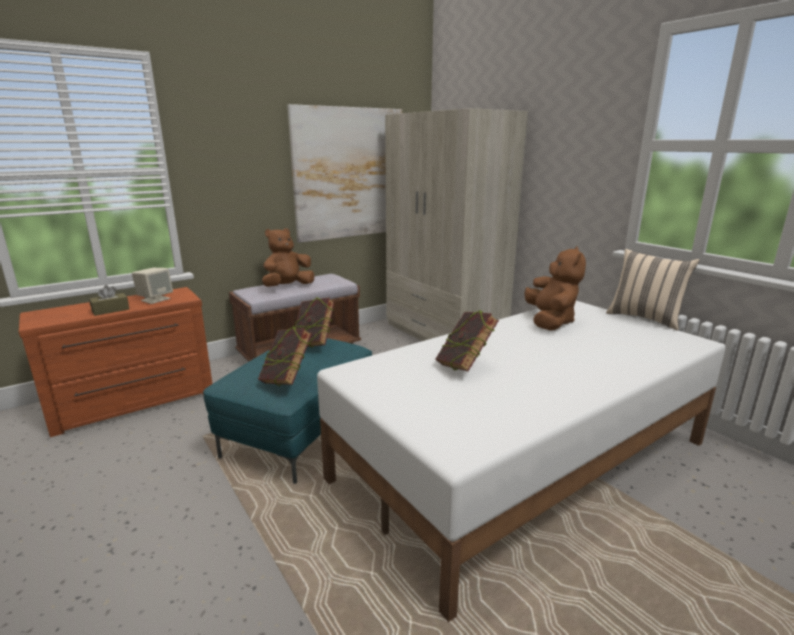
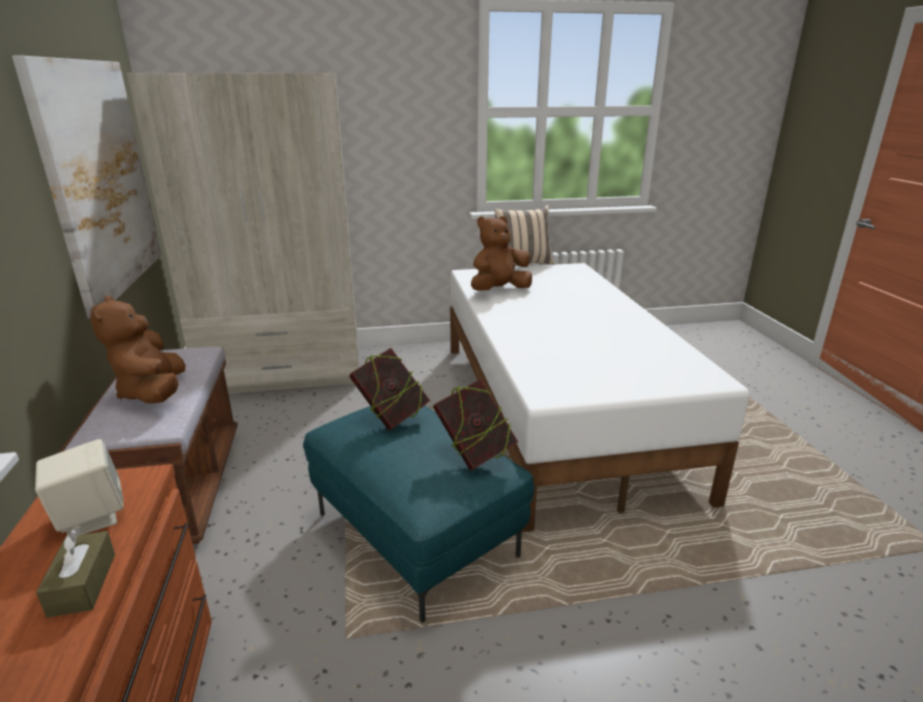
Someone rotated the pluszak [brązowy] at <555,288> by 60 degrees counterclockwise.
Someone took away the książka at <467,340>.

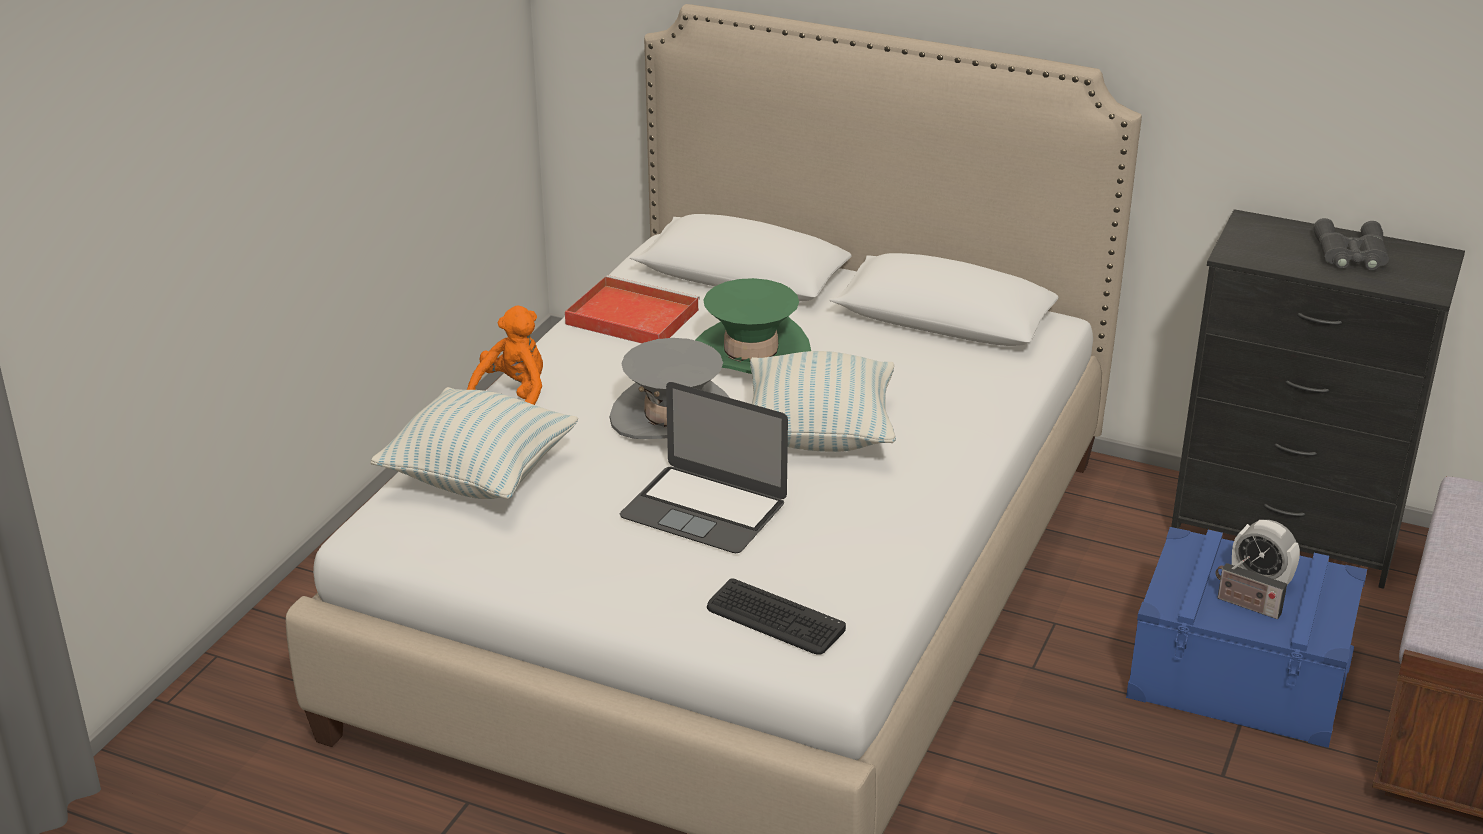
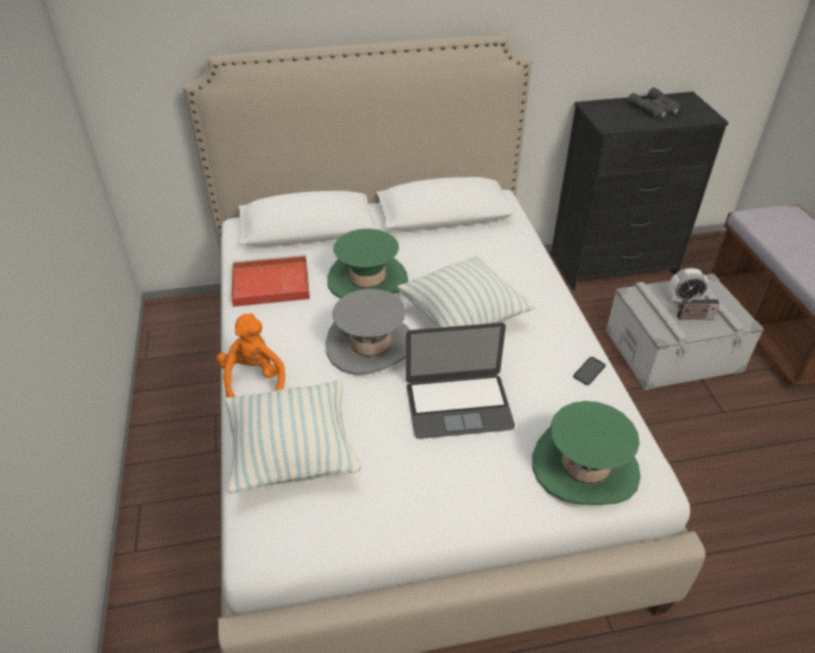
Someone swapped the klawiatura at <776,616> for the kapelusz [zielony] at <586,453>.
Someone put down the telefon at <589,371>.
Someone repainted the pojemnik do przechowywania [niebieski] at <1246,637>, which became the pojemnik do przechowywania [szary] at <685,332>.

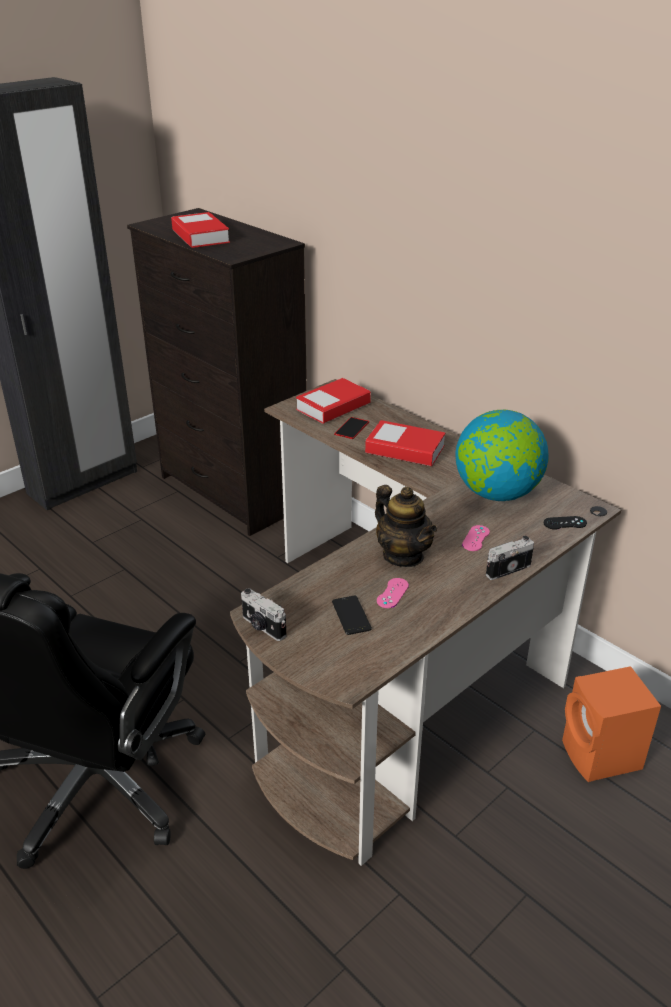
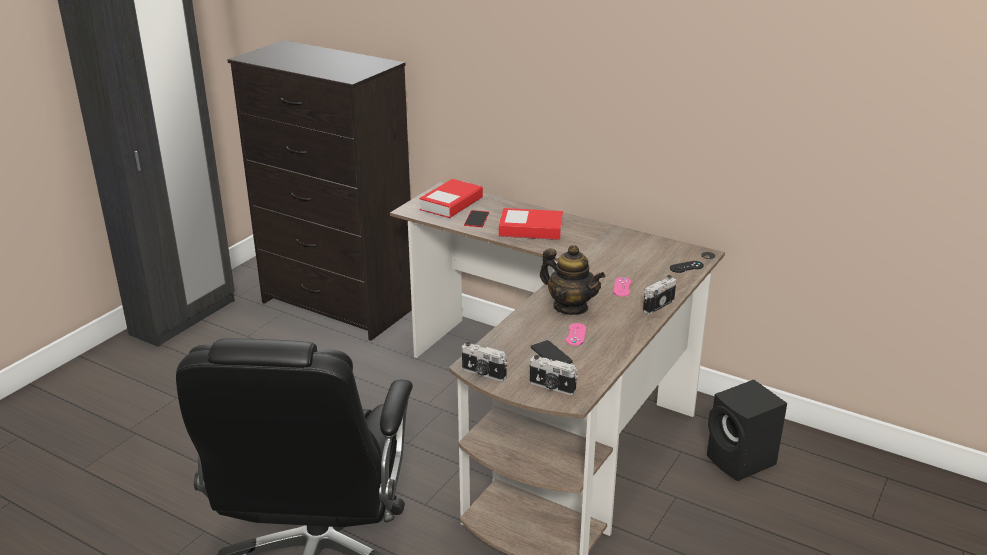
Someone put down the aparat fotograficzny at <553,375>.
Someone repainted the głośnik [pomarańczowy] at <611,724>, which became the głośnik [czarny] at <747,430>.
Someone took away the książka at <200,230>.
Someone took away the globus at <502,455>.

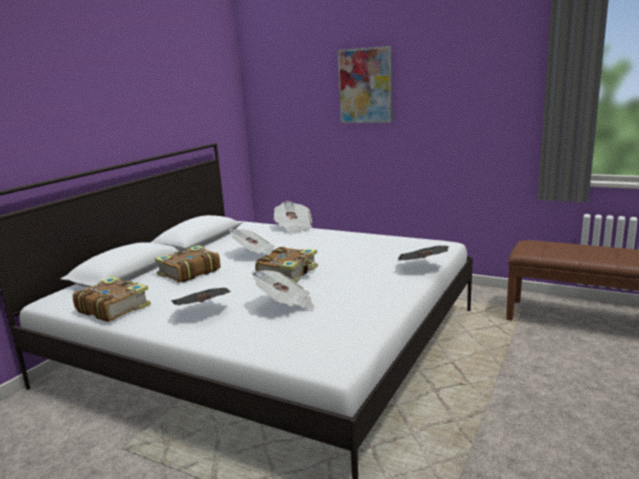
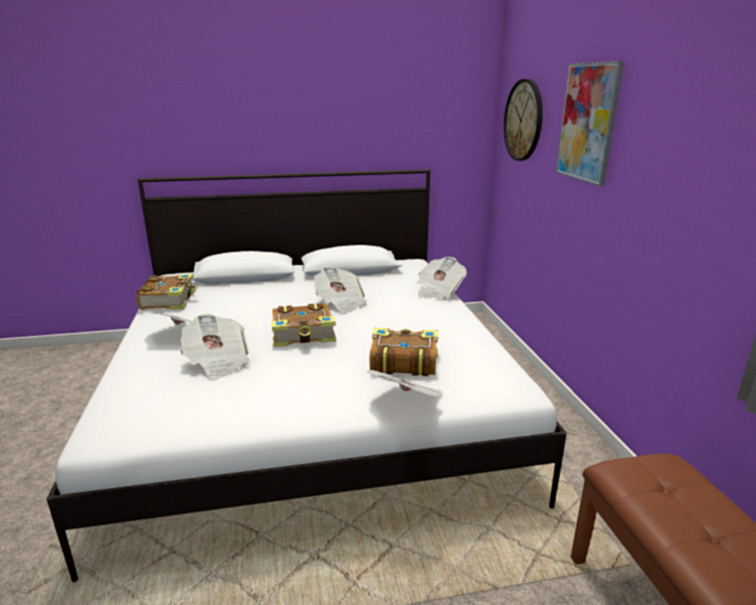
Someone carried the książka from <188,264> to <404,352>.
Someone put up the zegar ścienny at <523,120>.

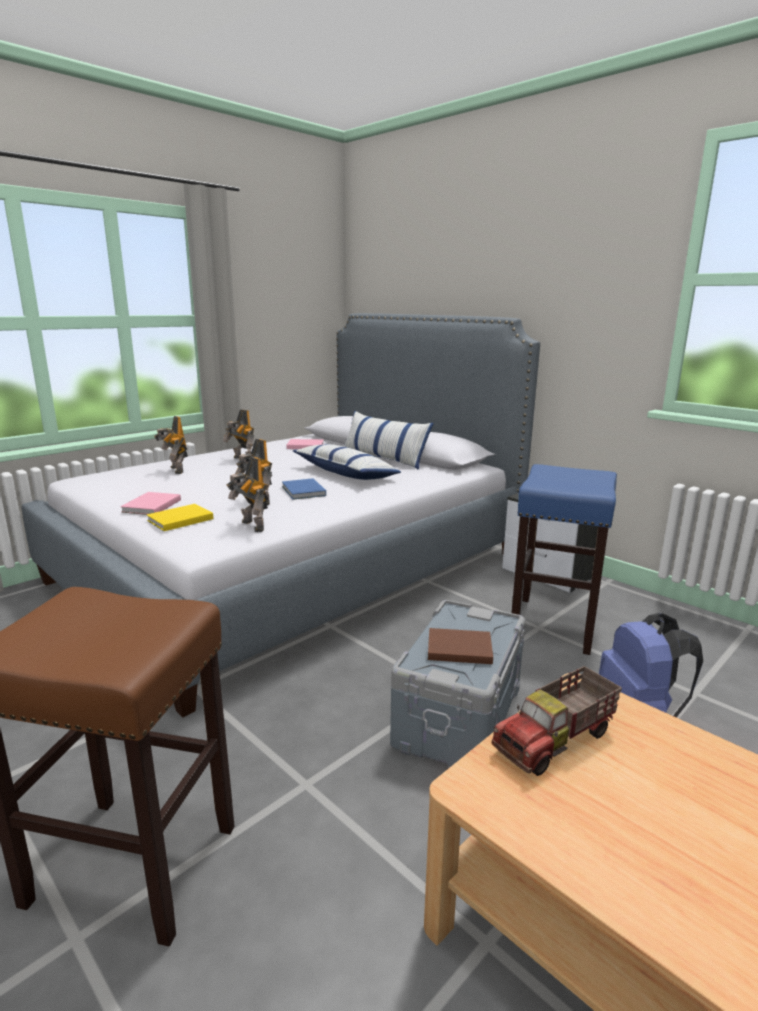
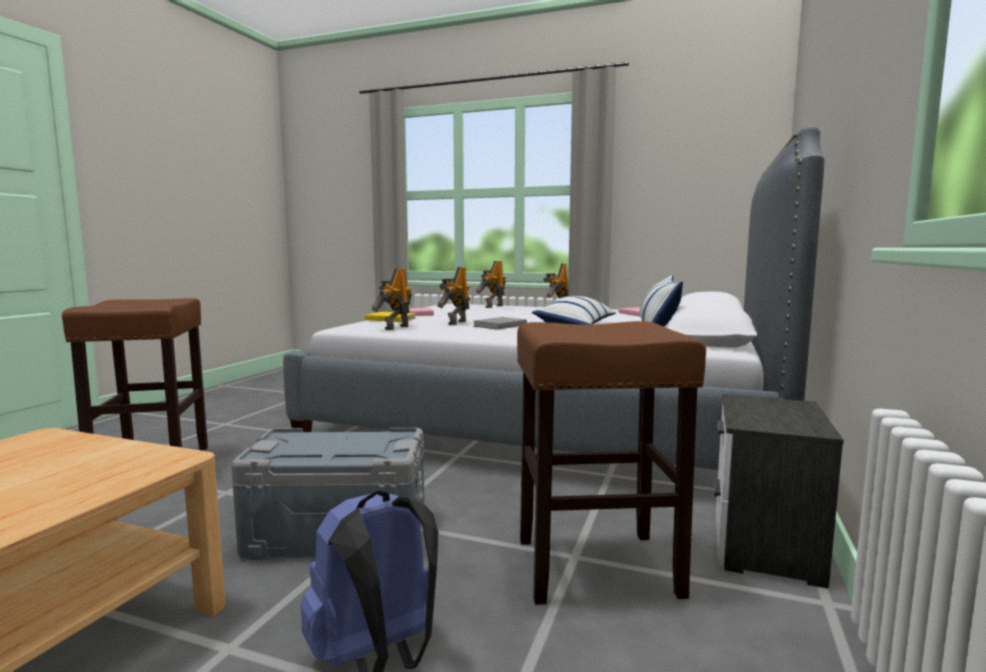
Someone repainted the książka [niebieski] at <304,489>, which became the książka [szary] at <500,323>.
Someone repainted the stołek [niebieski] at <564,559>, which became the stołek [brązowy] at <611,463>.
Someone took away the książka [brązowy] at <460,646>.
Someone took away the ciężarówka zabawkowa at <557,721>.

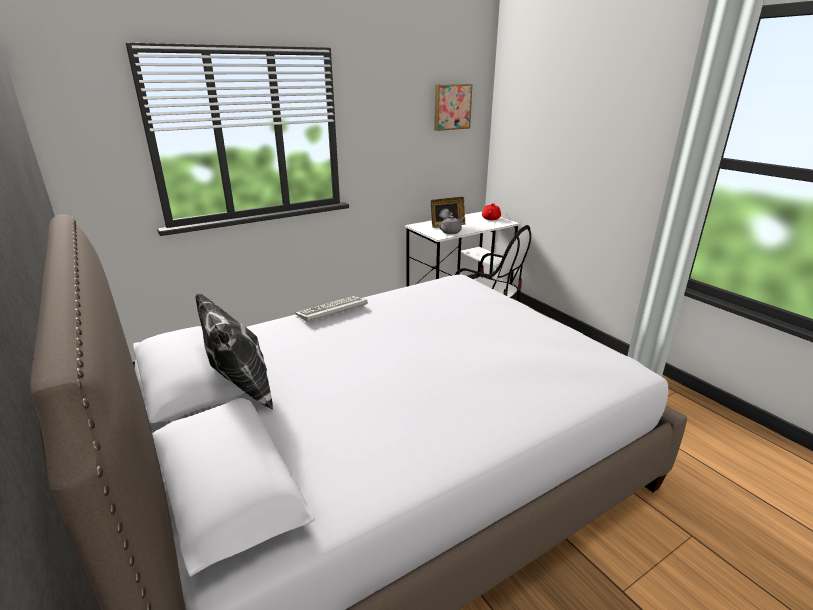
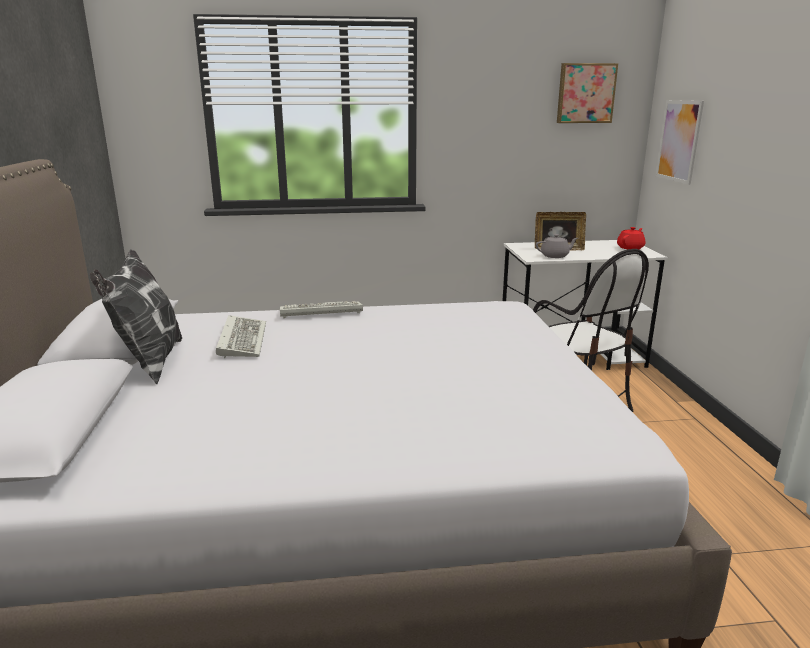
Someone put down the klawiatura at <241,336>.
Someone put up the obraz at <680,142>.

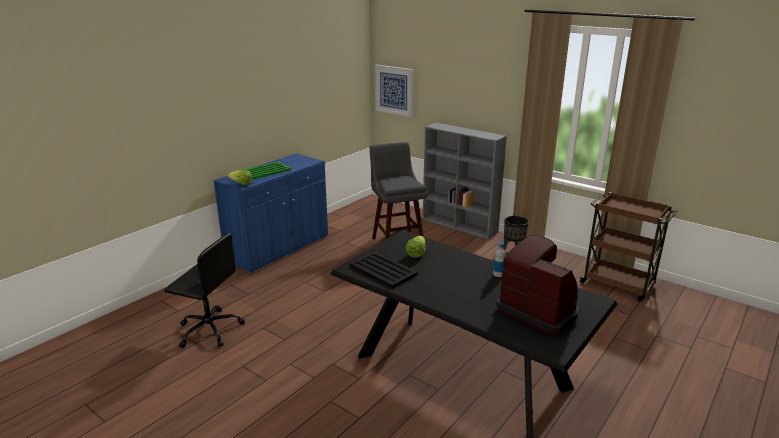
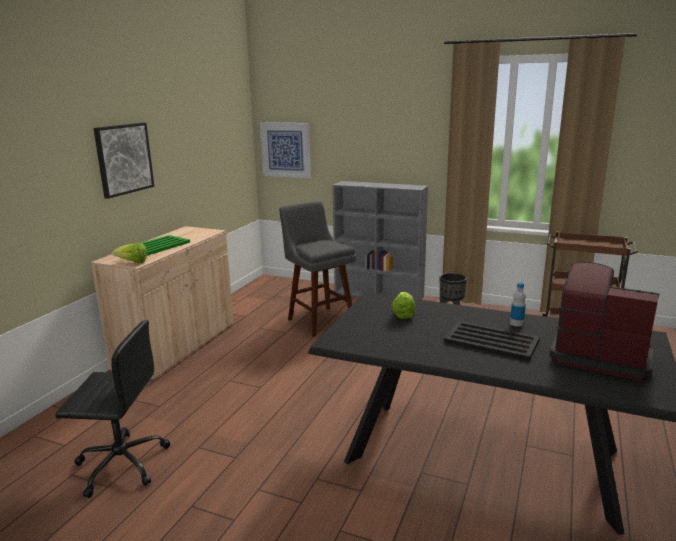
Someone repainted the szafka [niebieski] at <270,213>, which became the szafka [beżowy] at <162,303>.
Someone put up the obraz at <123,161>.
Someone carried the taca [czarny] from <383,270> to <492,341>.

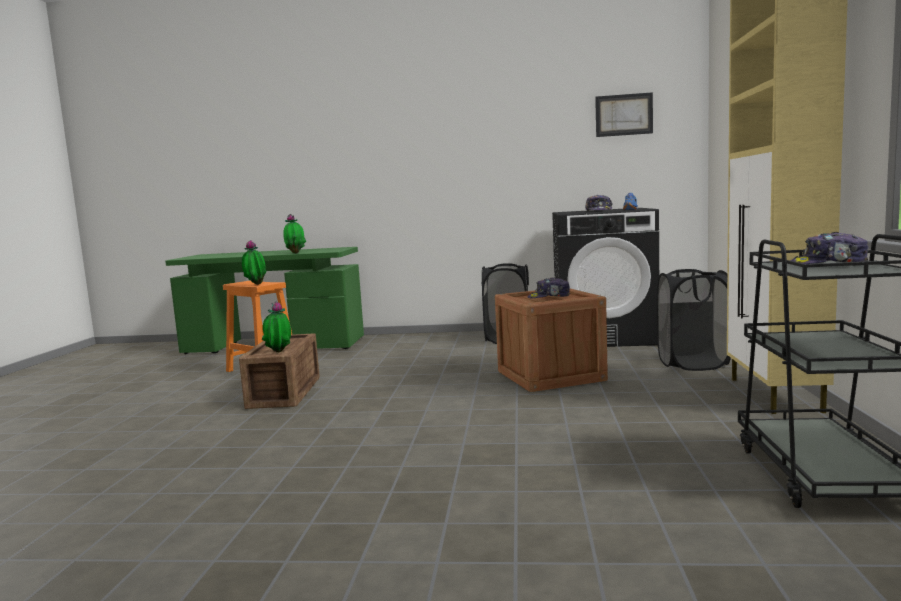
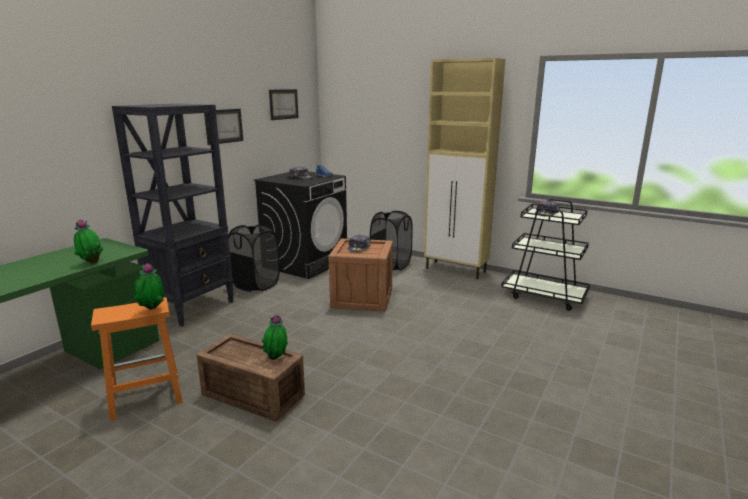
Someone put down the regał [czarny] at <173,215>.
Someone put up the obraz at <223,127>.

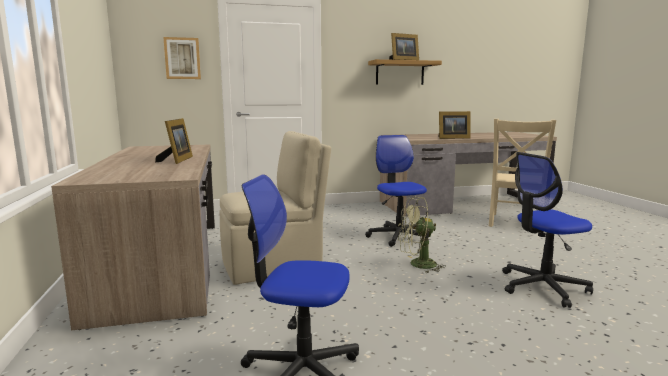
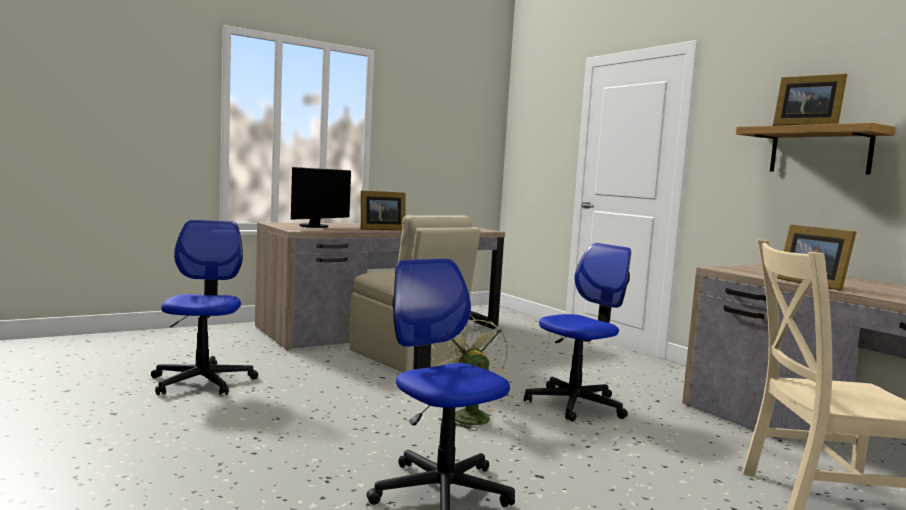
Someone put down the monitor at <321,197>.
Someone took away the obraz at <182,58>.

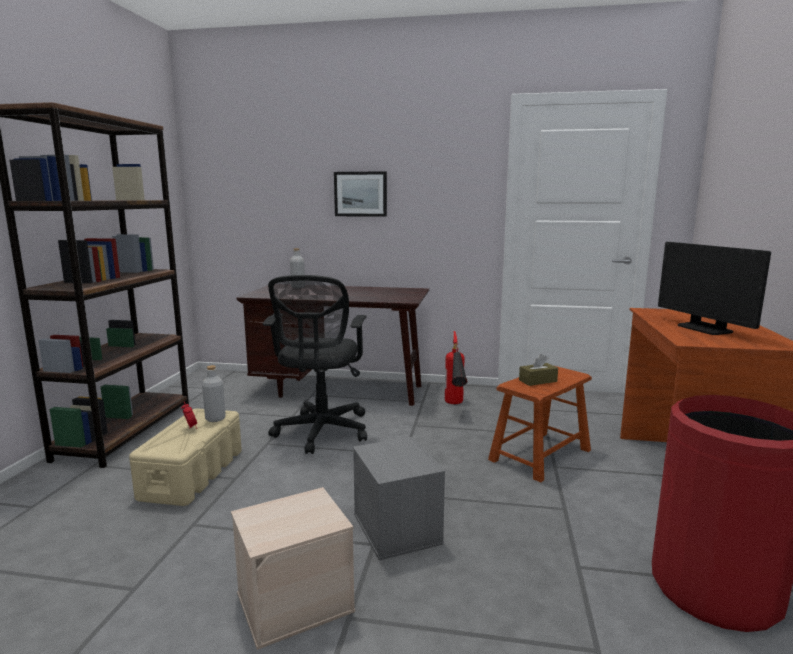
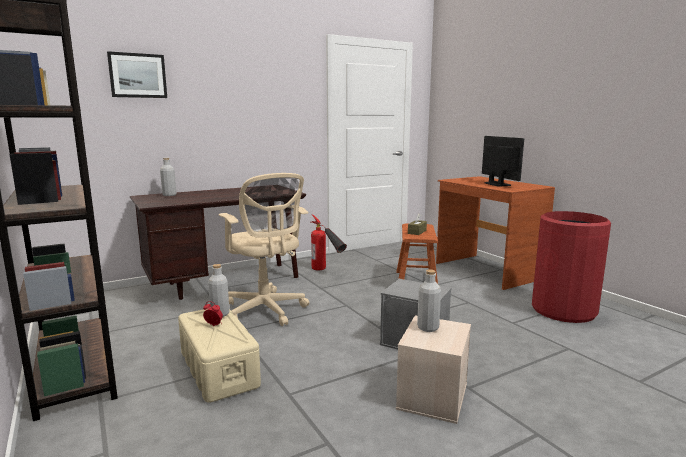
Someone carried the obraz from <360,194> to <137,74>.
Someone repainted the krzesło biurowe [czarny] at <315,364>, which became the krzesło biurowe [beżowy] at <264,249>.
Someone put down the butelka [szary] at <429,300>.
Someone rotated the monitor at <714,288> by 135 degrees counterclockwise.

